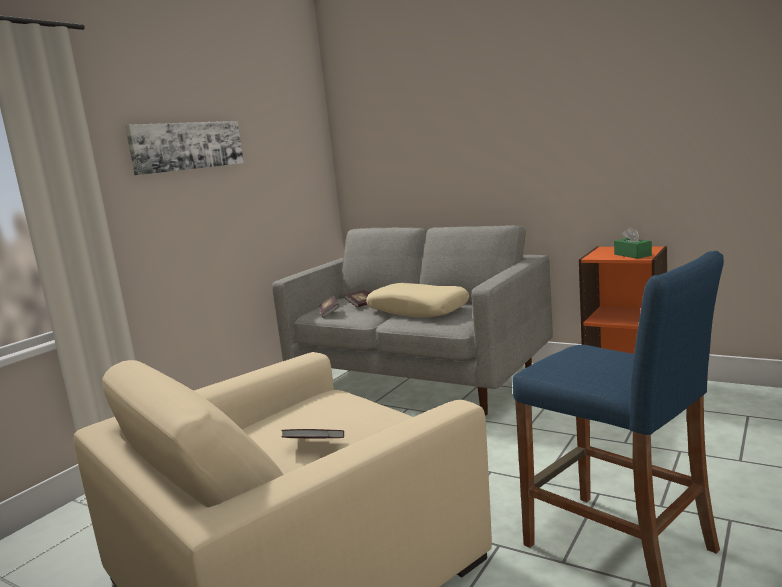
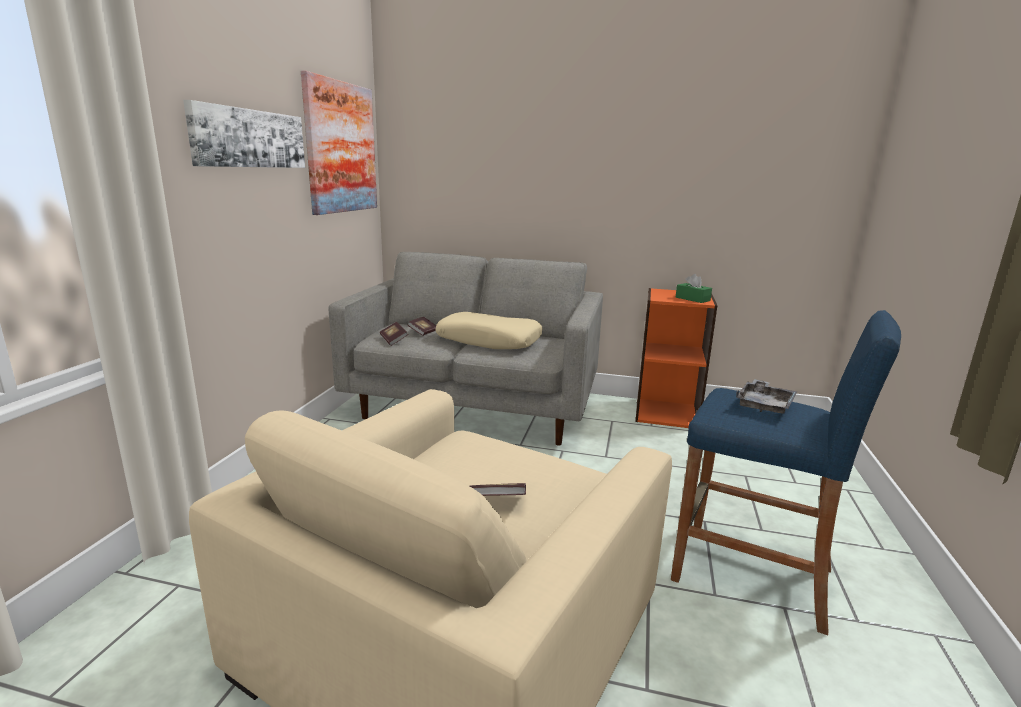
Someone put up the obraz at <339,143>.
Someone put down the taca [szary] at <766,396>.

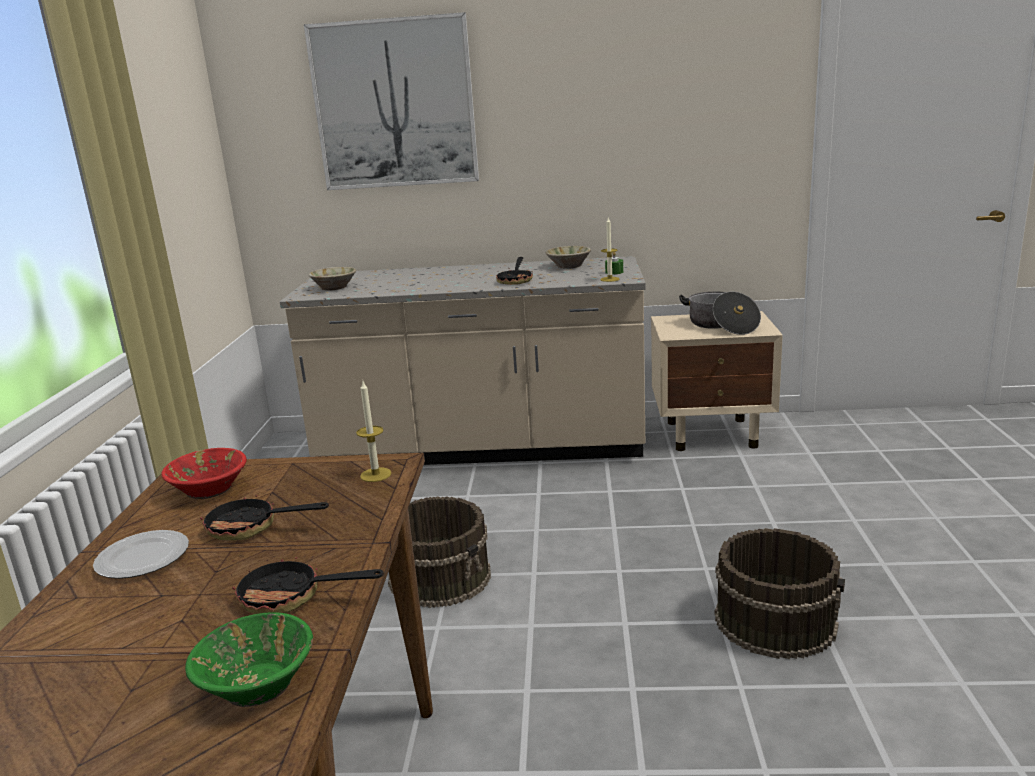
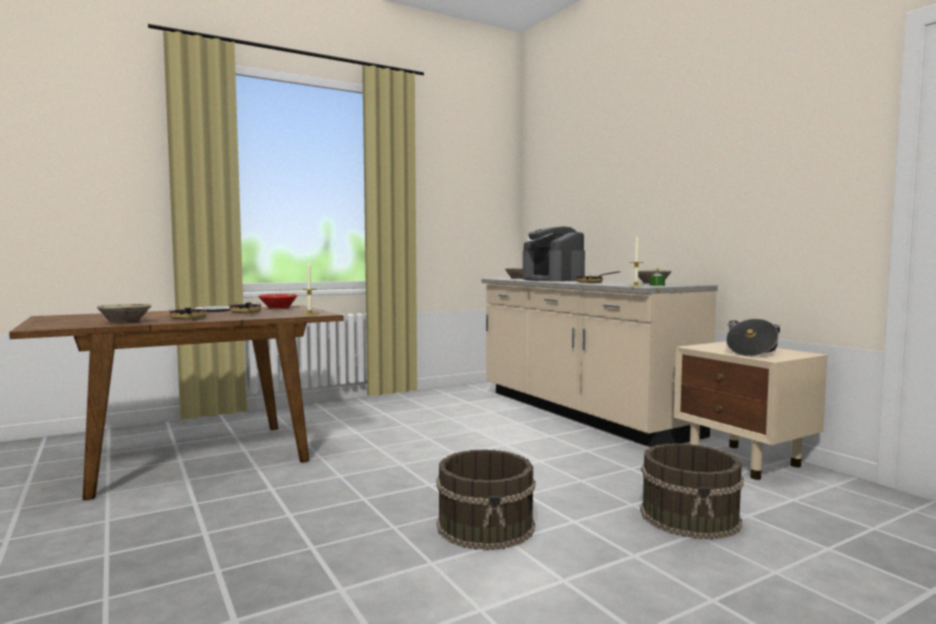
Someone repainted the miska [zielony] at <249,659>, which became the miska [beżowy] at <124,314>.
Someone put down the ekspres do kawy at <554,254>.
Someone carried the wiadro [brązowy] from <439,552> to <692,491>.
Someone took away the obraz at <391,101>.

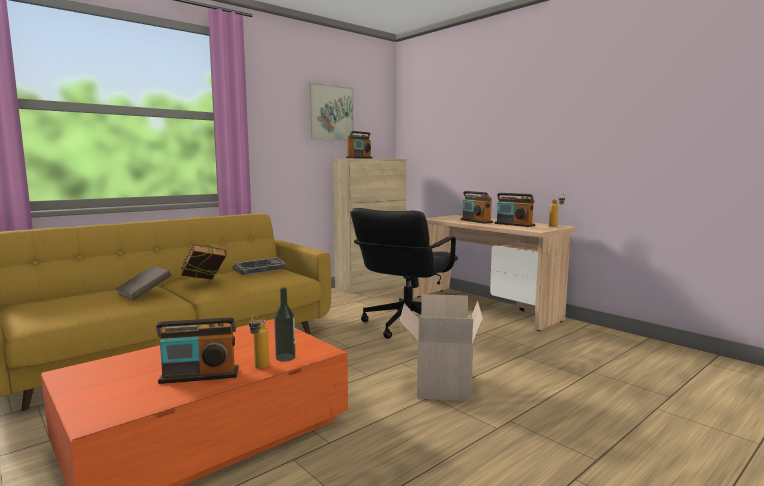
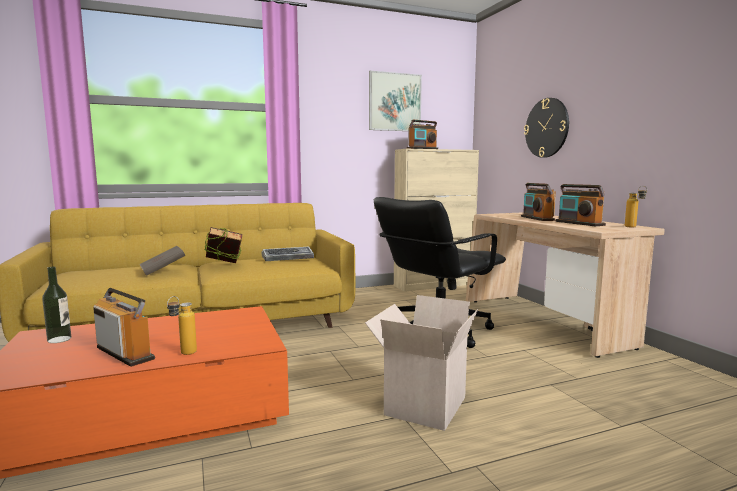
Someone carried the butelka from <285,324> to <56,305>.
Someone rotated the radio at <197,351> by 150 degrees counterclockwise.
Someone put up the zegar ścienny at <546,128>.

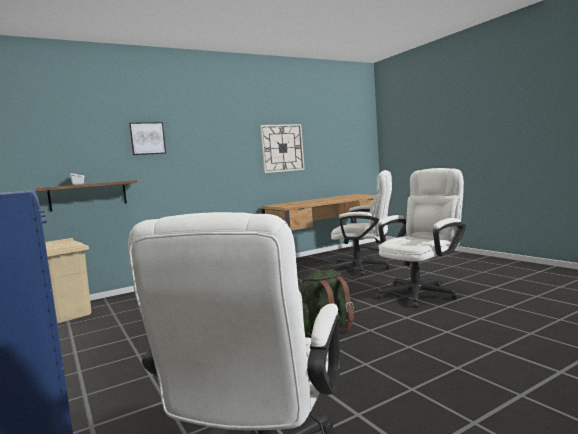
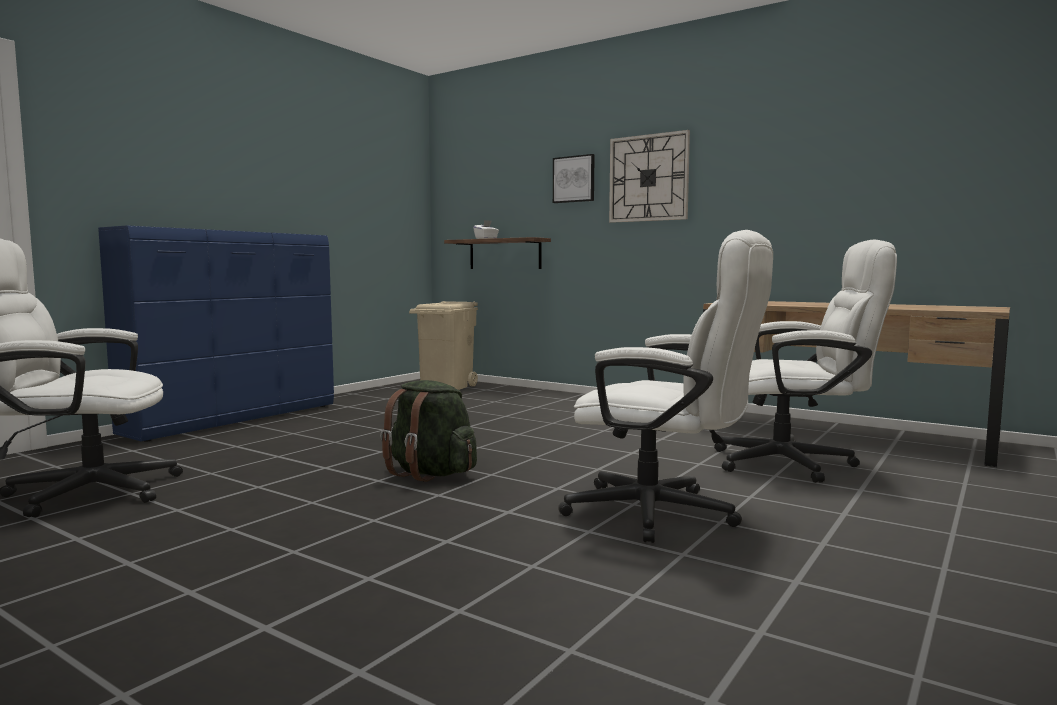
Someone carried the zegar ścienny from <282,148> to <649,176>.
Someone rotated the krzesło biurowe [biały] at <360,223> by 75 degrees counterclockwise.

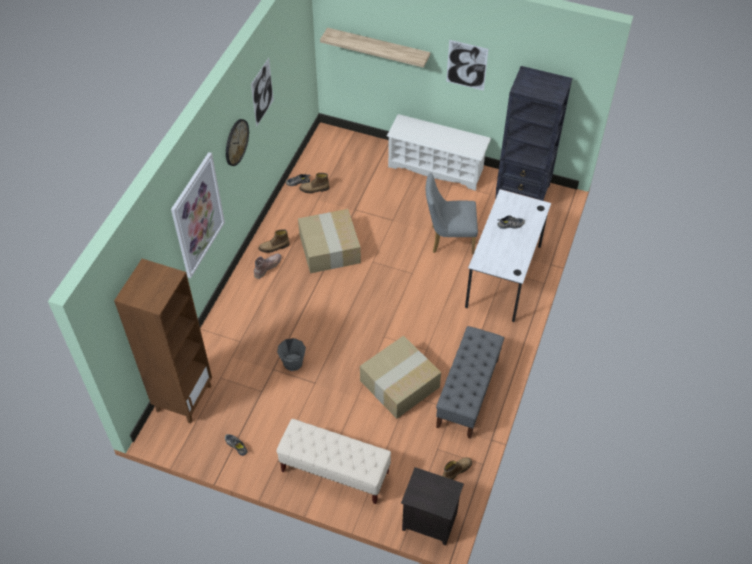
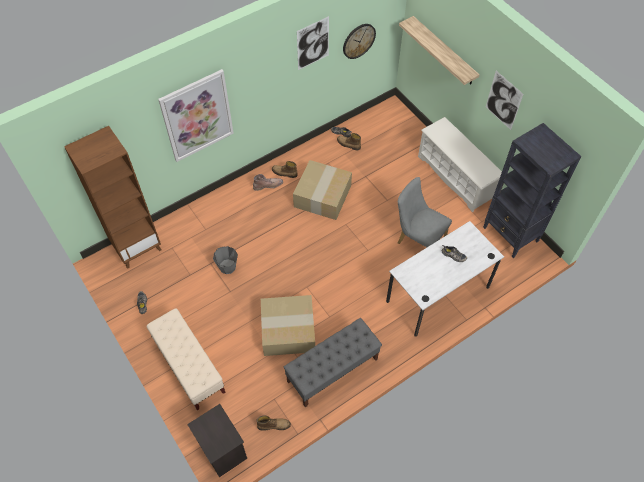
Someone carried the zegar ścienny from <237,142> to <359,41>.

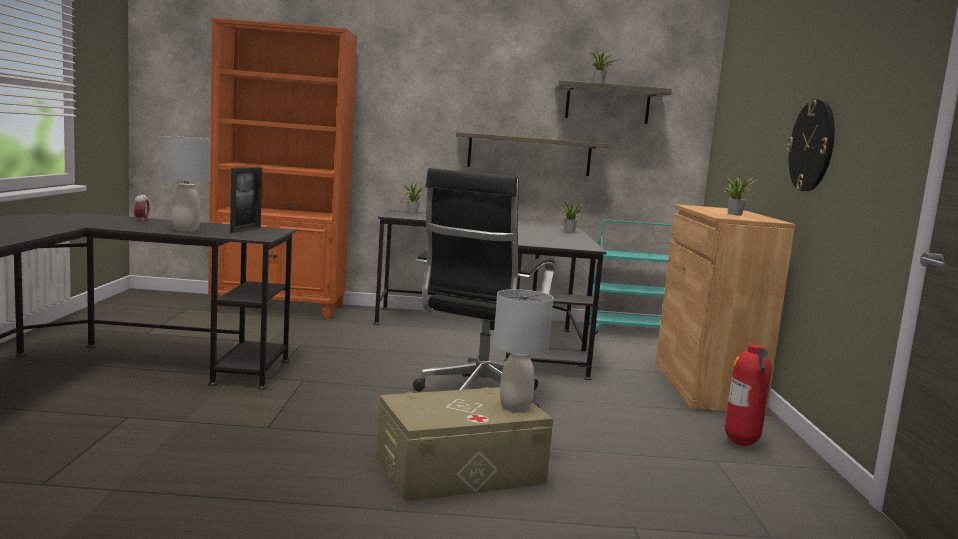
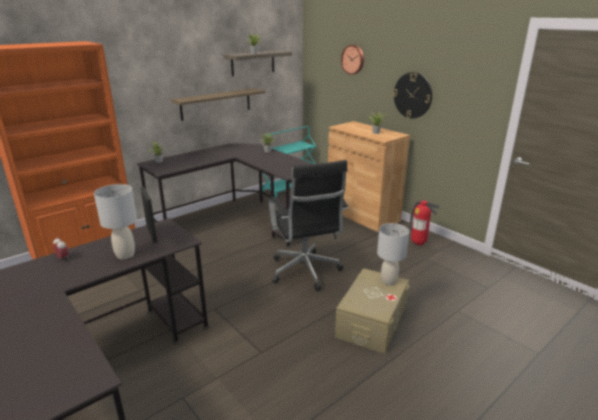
Someone put up the zegar ścienny at <352,60>.

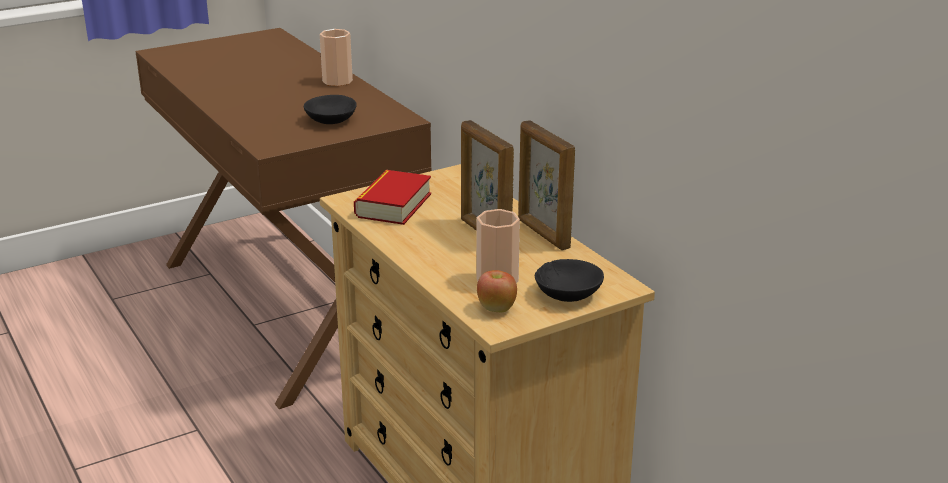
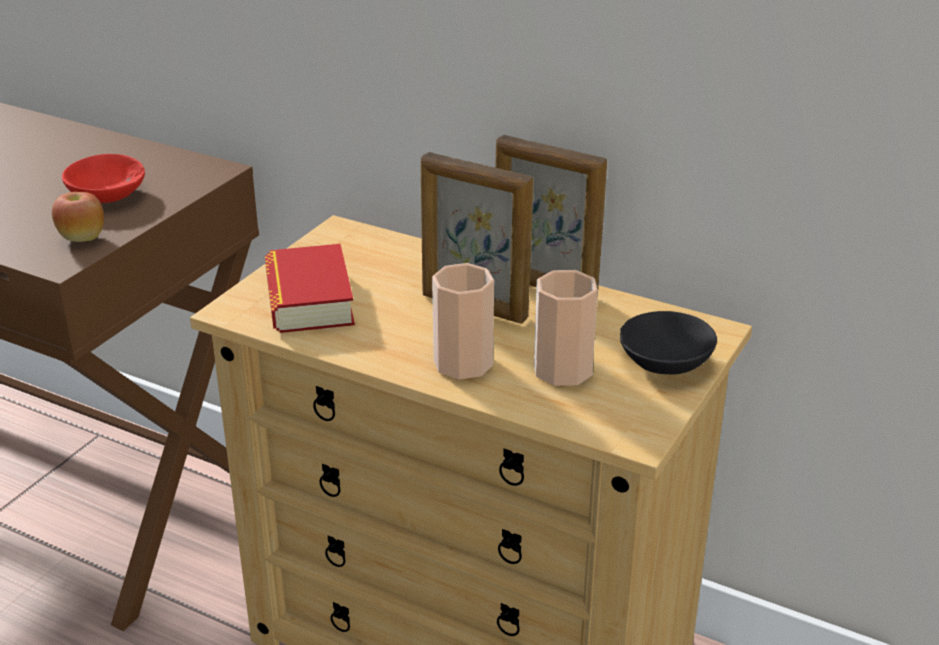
Someone carried the jabłko from <497,291> to <78,217>.
Someone repainted the miska [czarny] at <330,109>, which became the miska [czerwony] at <103,178>.
Someone carried the filiżanka from <336,57> to <463,321>.

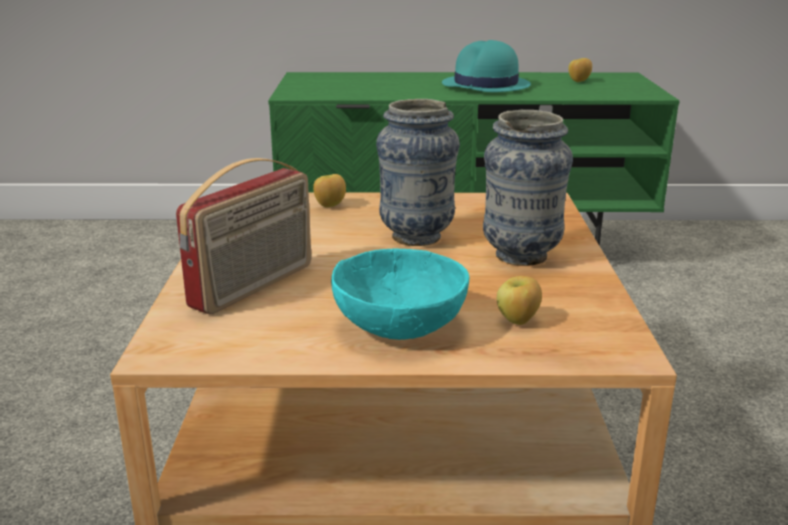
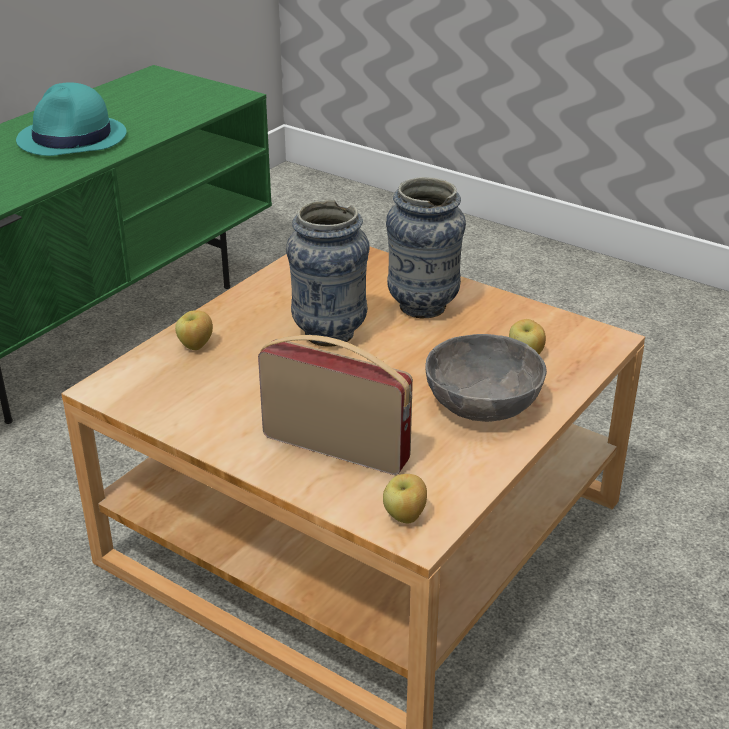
Someone rotated the radio at <243,236> by 45 degrees counterclockwise.
Someone carried the jabłko from <580,70> to <405,498>.
Someone repainted the miska [turkusowy] at <400,294>, which became the miska [szary] at <486,378>.

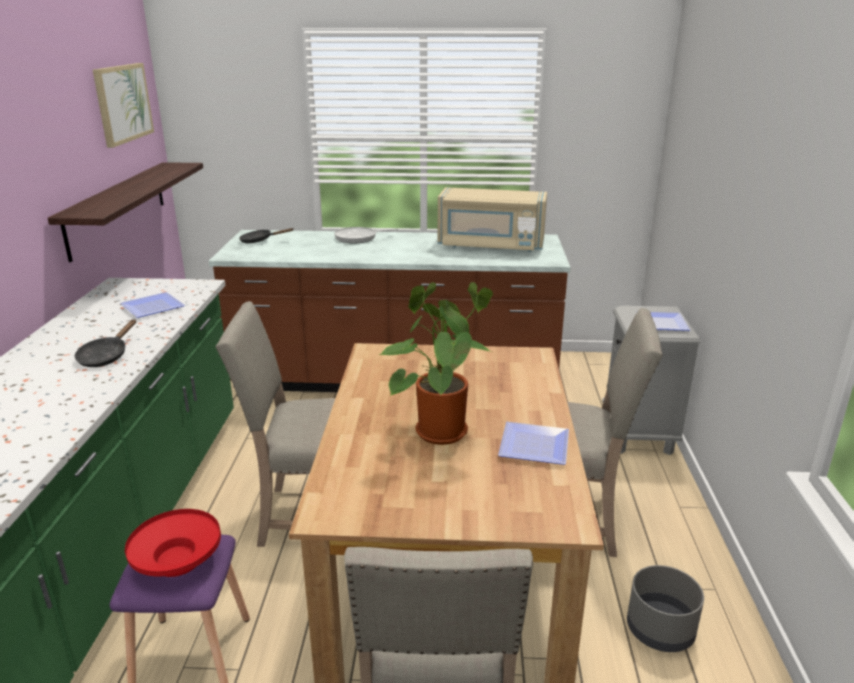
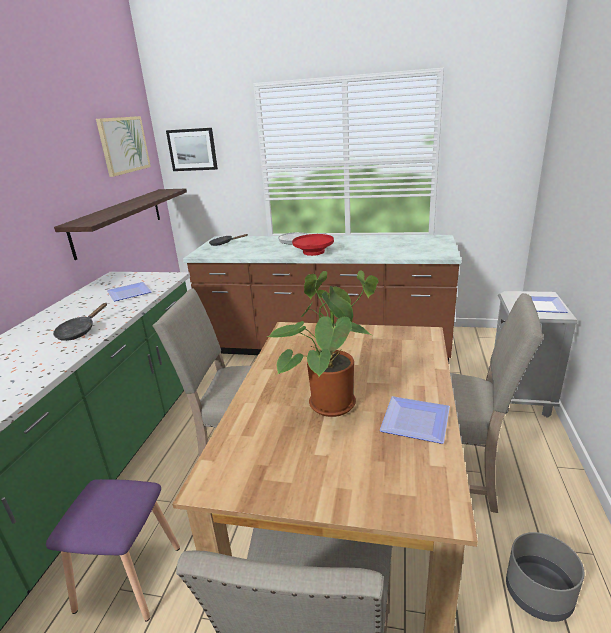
Someone put up the obraz at <192,149>.
Someone carried the miska [czerwony] from <173,543> to <313,245>.
Someone took away the mikrofalówka [beżowy] at <492,219>.

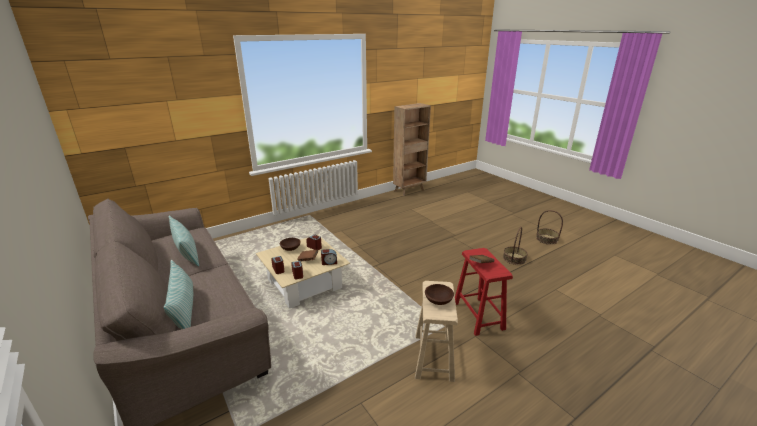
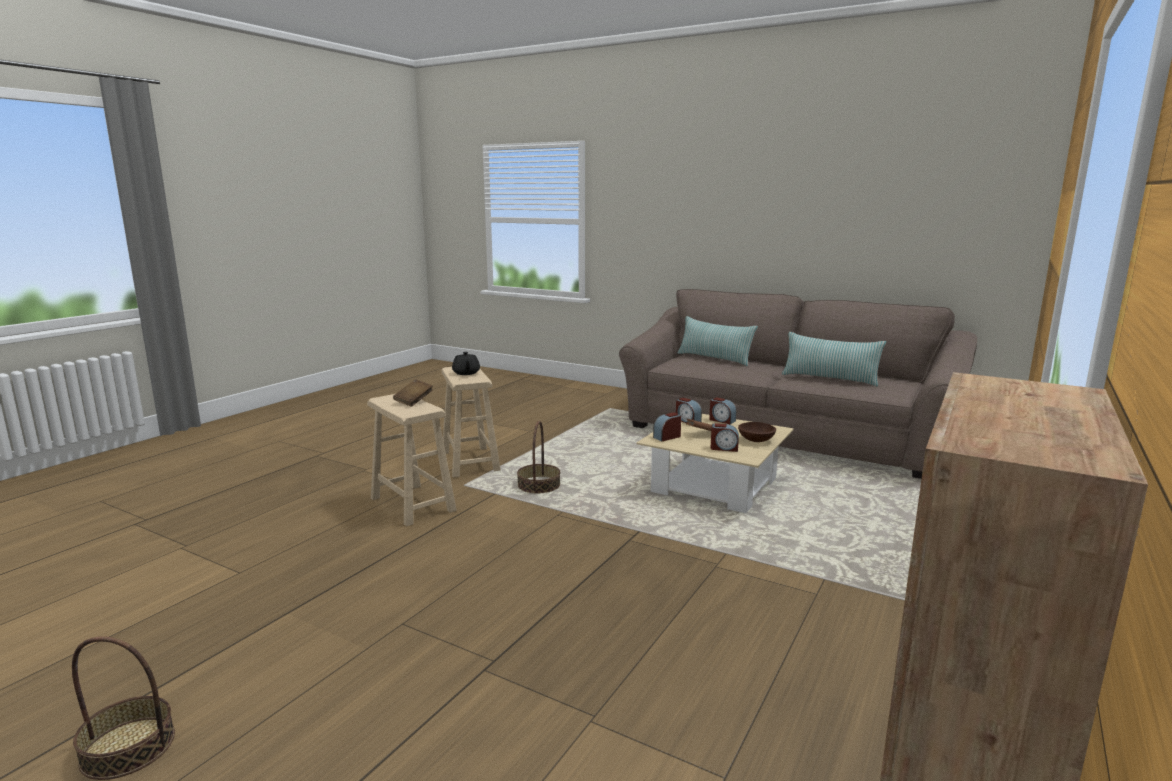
Someone repainted the stołek [czerwony] at <484,292>, which became the stołek [beżowy] at <412,460>.
Someone swapped the miska [brązowy] at <439,294> for the imbryk [czarny] at <466,363>.
Someone carried the koszyk from <515,246> to <538,457>.

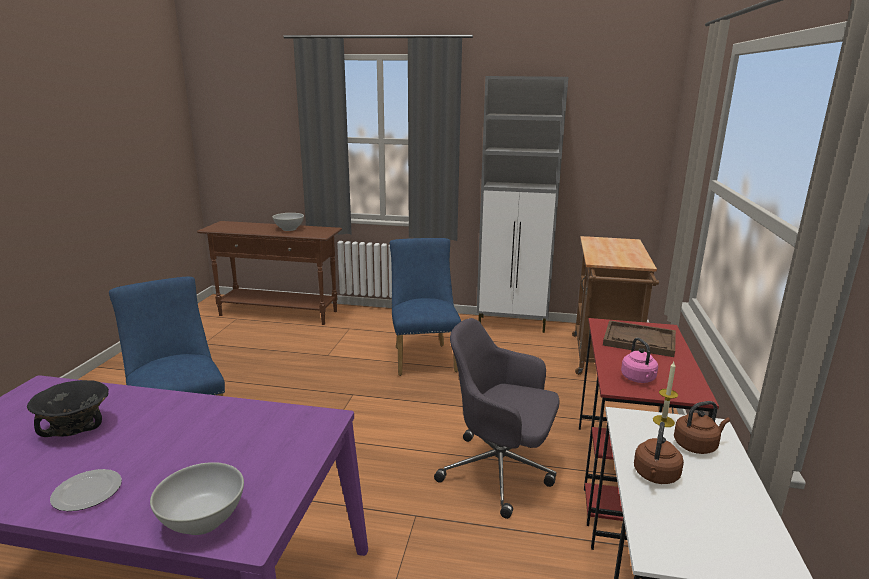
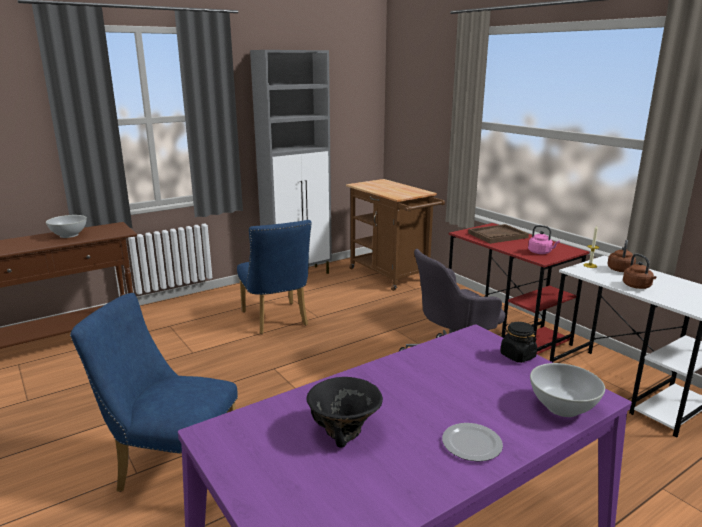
Someone rotated the krzesło [niebieski] at <425,307> by 150 degrees counterclockwise.
Someone put down the słoik [czarny] at <518,342>.

